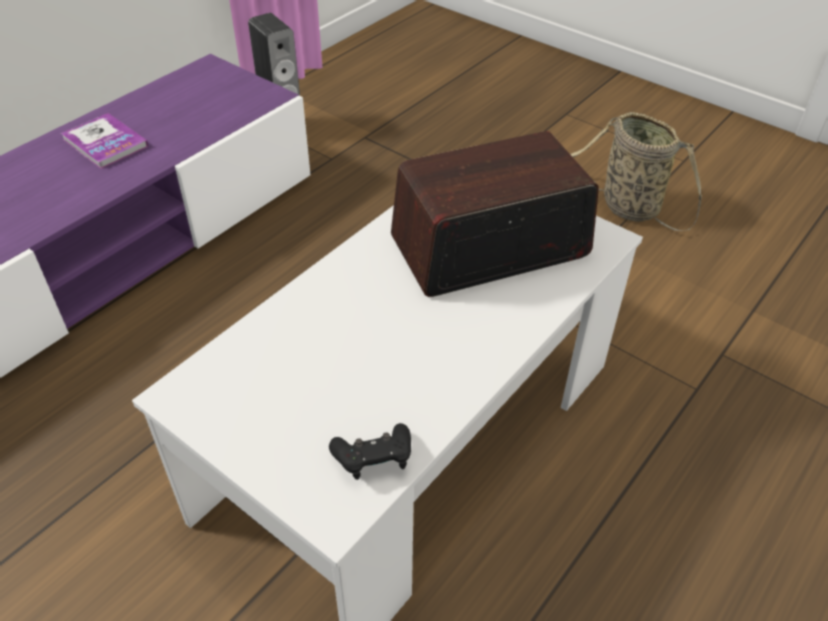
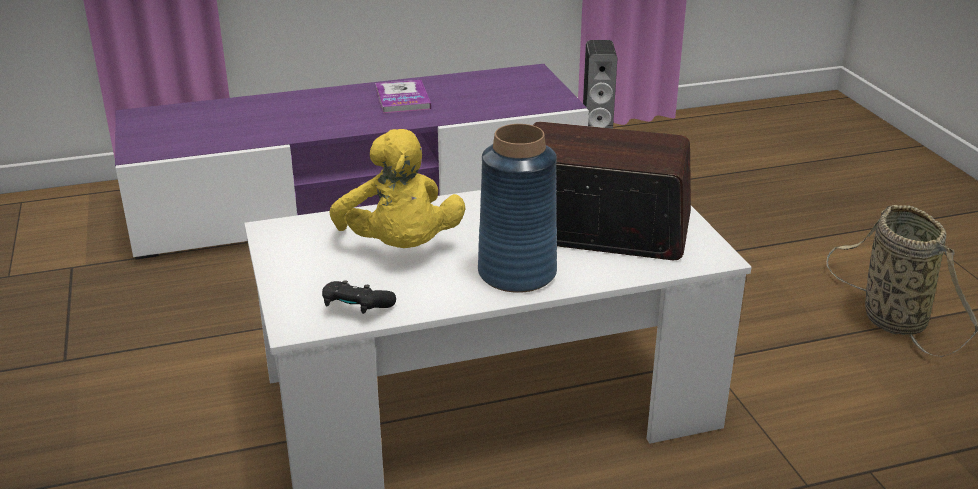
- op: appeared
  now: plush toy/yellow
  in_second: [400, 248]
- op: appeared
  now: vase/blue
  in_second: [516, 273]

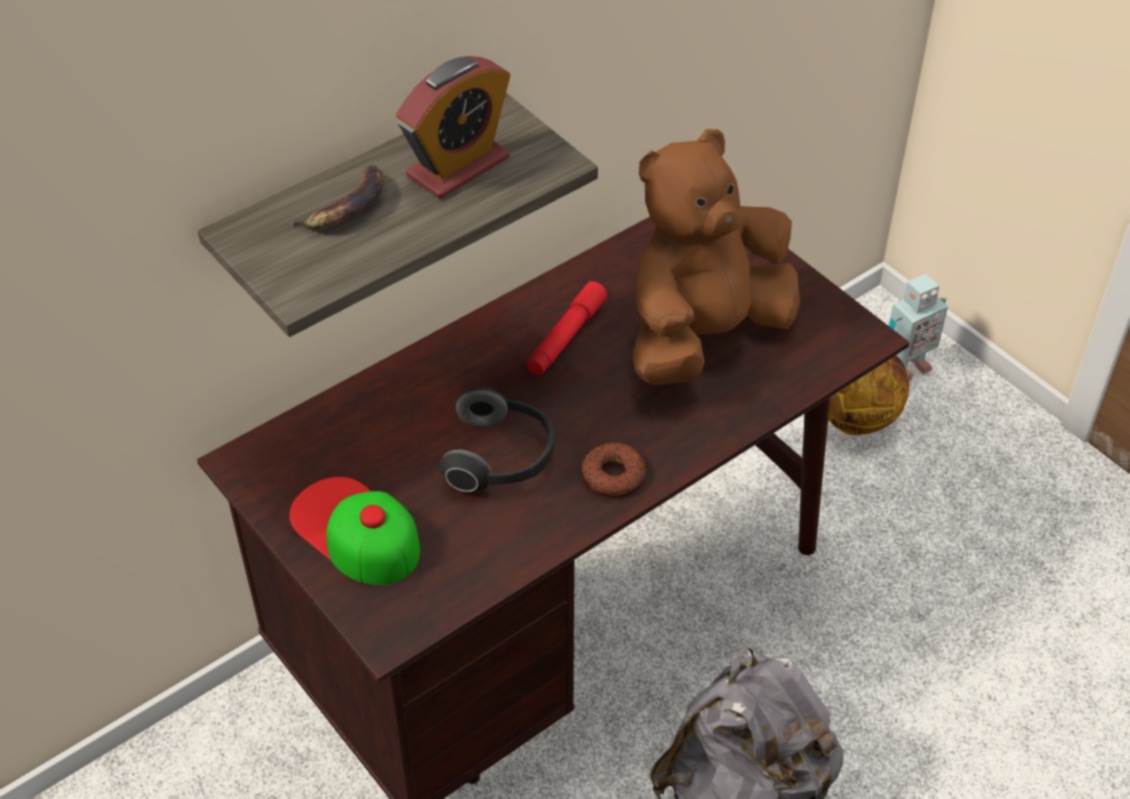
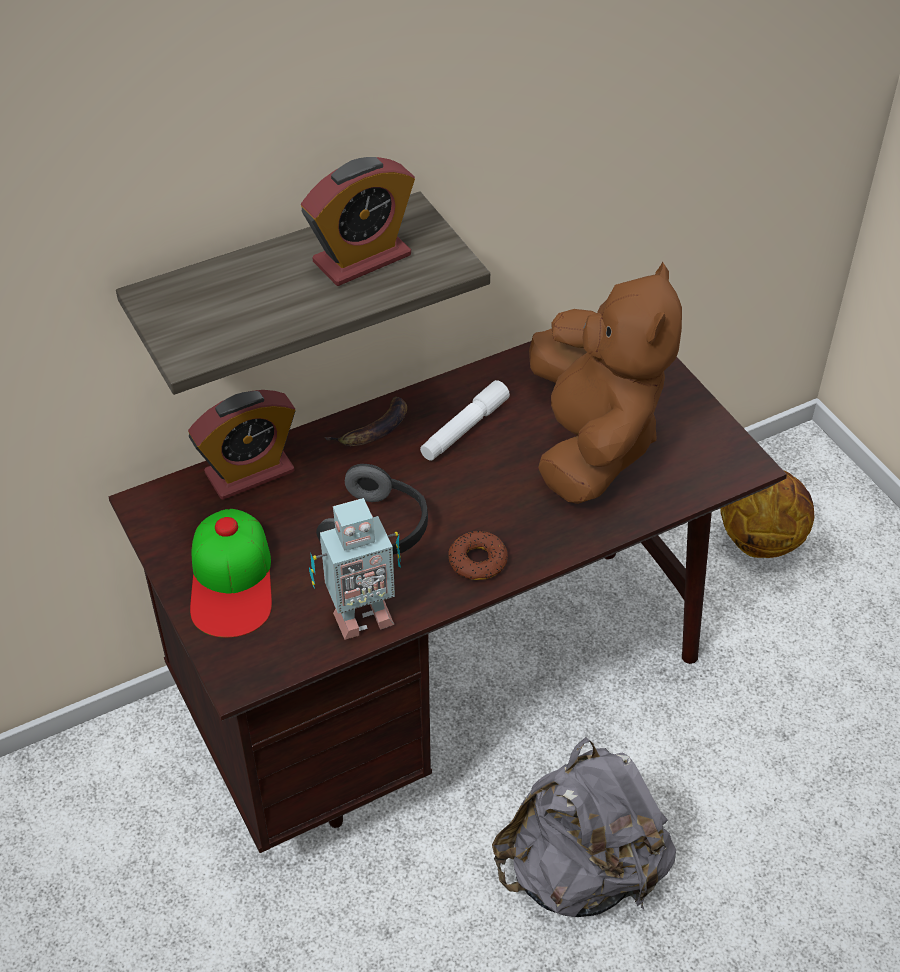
- op: appeared
  now: alarm clock
  in_second: [249, 472]
- op: spun
  was: cap
  in_first: [355, 531]
  in_second: [232, 580]
  clockwise: -150
- op: relocated
  was: toy robot
  in_first: [905, 367]
  in_second: [360, 616]
- op: relocated
  was: banana
  in_first: [346, 208]
  in_second: [374, 430]
- op: colour
  was: flashlight/red
  now: flashlight/white
  in_first: [566, 337]
  in_second: [464, 429]
- op: spun
  was: plush toy/brown
  in_first: [703, 335]
  in_second: [592, 443]
  clockwise: 120

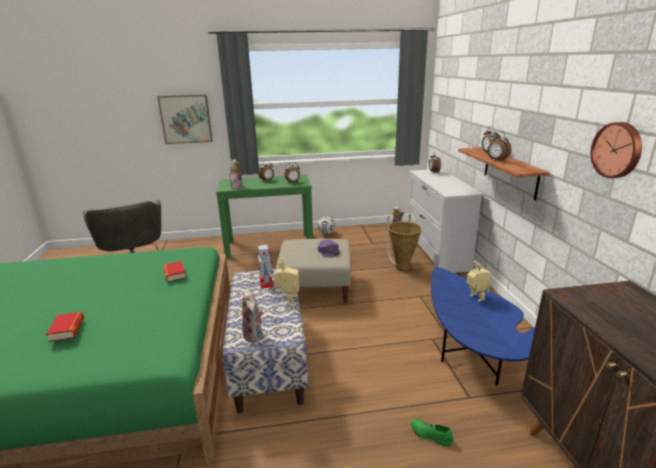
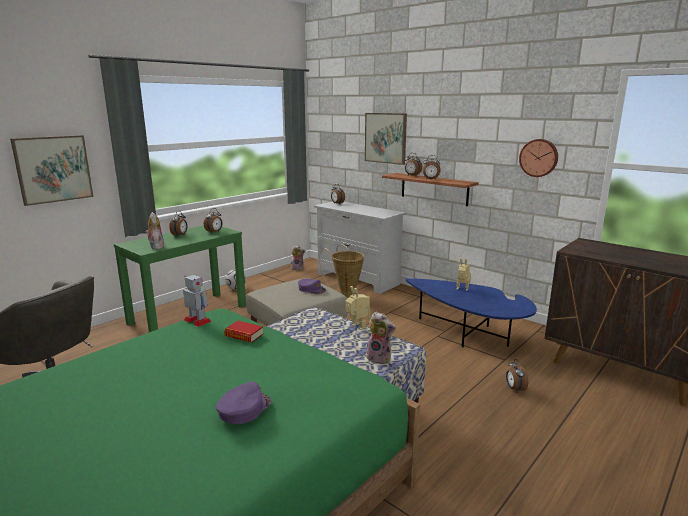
- op: relocated
  was: toy robot
  in_first: [266, 283]
  in_second: [197, 321]
- op: exchanged
  was: book
  now: cap/purple
  in_first: [67, 329]
  in_second: [244, 408]
- op: appeared
  now: picture
  in_second: [385, 138]
- op: exchanged
  was: shoe/green
  now: alarm clock
  in_first: [431, 435]
  in_second: [514, 389]

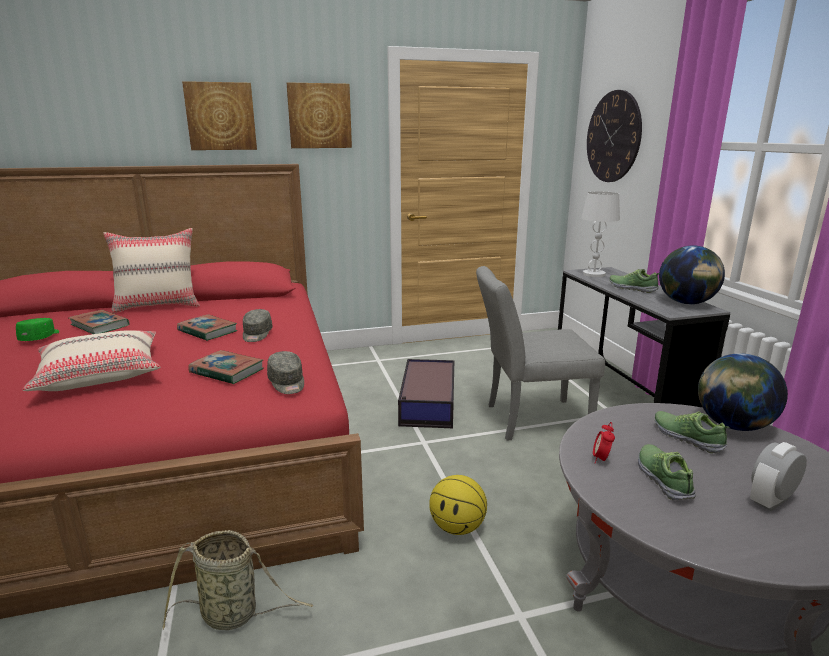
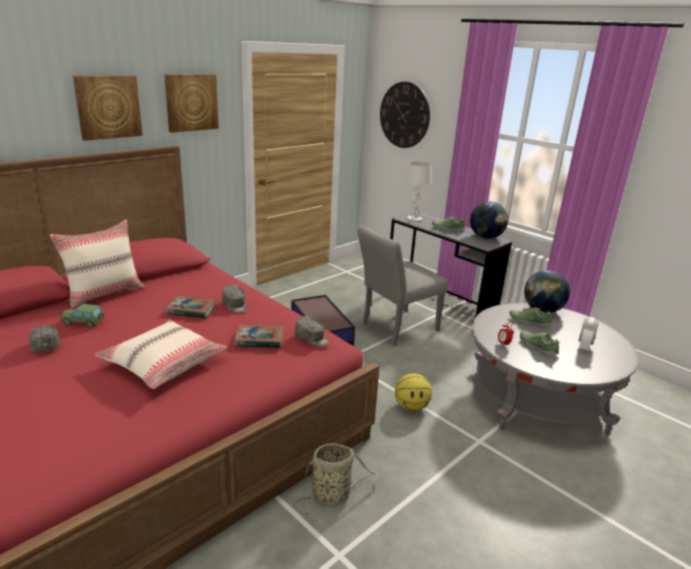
- op: colour
  was: cap/green
  now: cap/grey
  in_first: [40, 337]
  in_second: [45, 344]
- op: exchanged
  was: book
  now: toy car
  in_first: [100, 325]
  in_second: [83, 322]

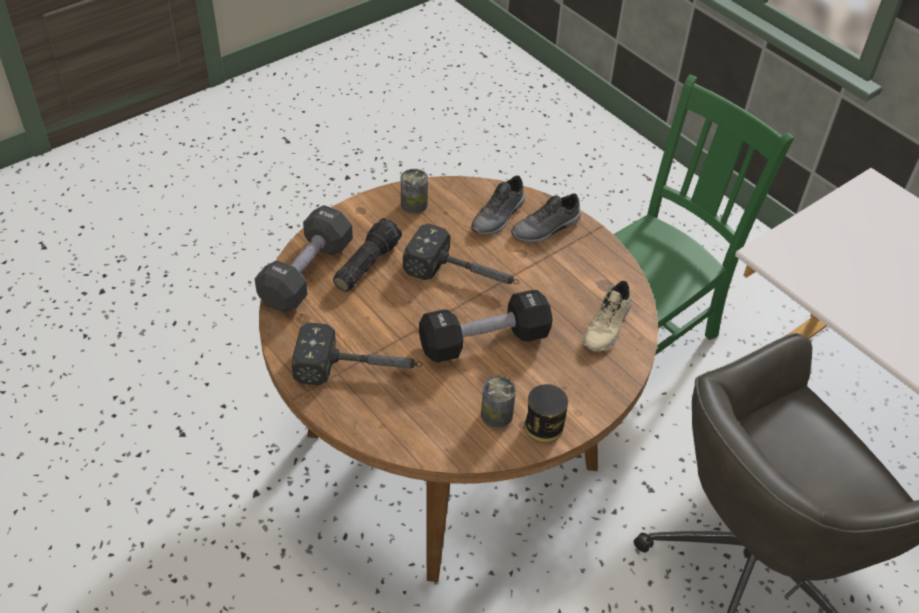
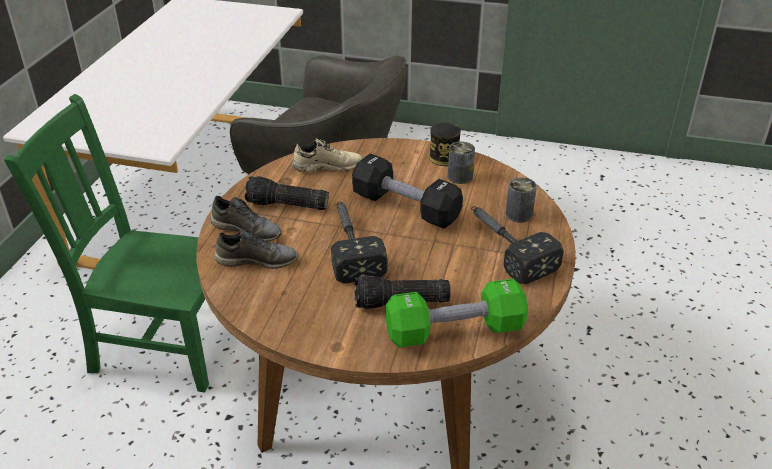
- op: appeared
  now: flashlight
  in_second: [286, 205]
- op: colour
  was: dumbbell/black
  now: dumbbell/green
  in_first: [306, 273]
  in_second: [454, 331]
- op: relocated
  was: can
  in_first: [414, 205]
  in_second: [519, 214]

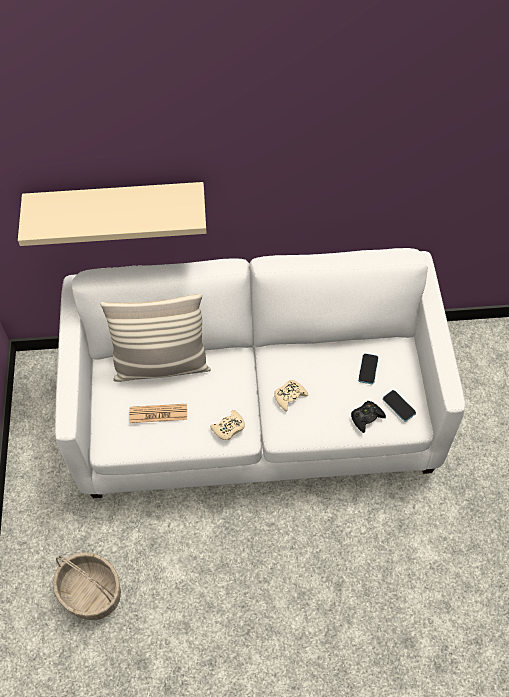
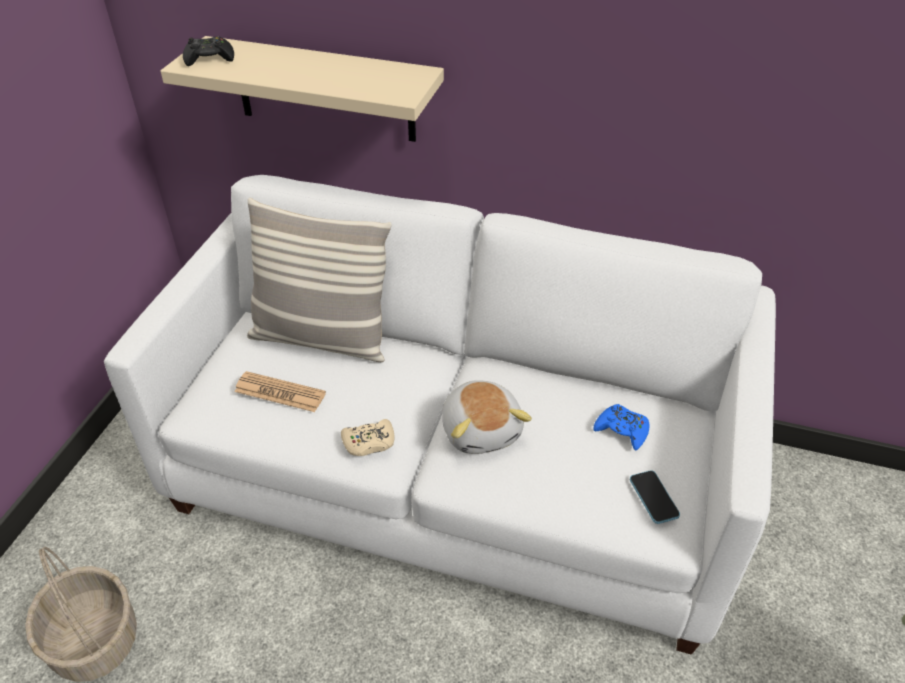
- op: relocated
  was: game controller/black
  in_first: [366, 417]
  in_second: [209, 58]
- op: exchanged
  was: game controller/beige
  now: plush toy
  in_first: [289, 396]
  in_second: [482, 430]
- op: exchanged
  was: phone
  now: game controller/blue
  in_first: [368, 369]
  in_second: [622, 430]

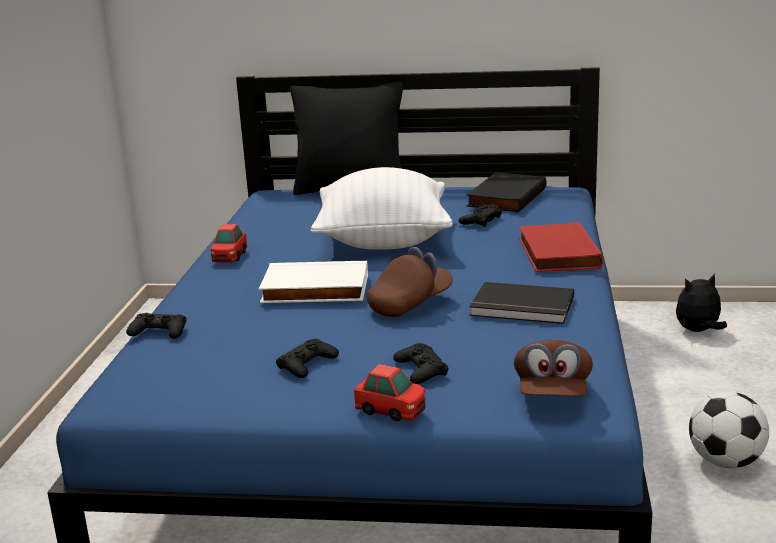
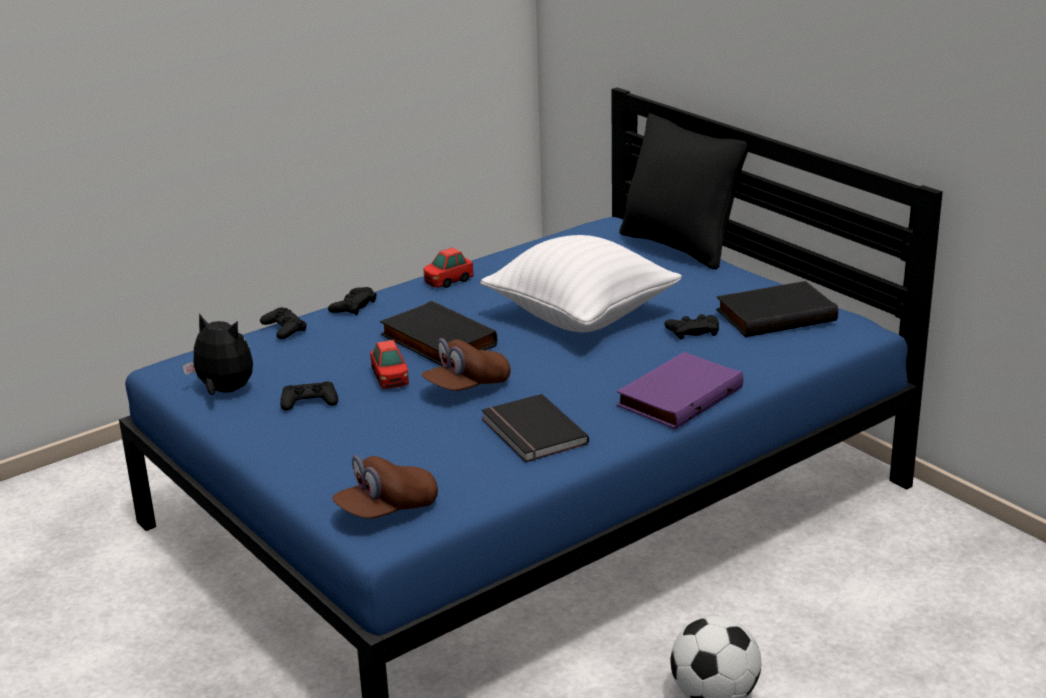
- op: relocated
  was: plush toy
  in_first: [698, 331]
  in_second: [224, 391]
- op: relocated
  was: game controller/black
  in_first: [420, 370]
  in_second: [353, 306]
- op: relocated
  was: toy car
  in_first: [391, 410]
  in_second: [390, 379]
- op: colour
  was: book/white
  now: book/black
  in_first: [314, 290]
  in_second: [435, 341]
- op: spun
  was: cap/brown
  in_first: [410, 304]
  in_second: [467, 387]
  clockwise: 135
- op: colour
  was: book/red
  now: book/purple
  in_first: [556, 253]
  in_second: [678, 396]

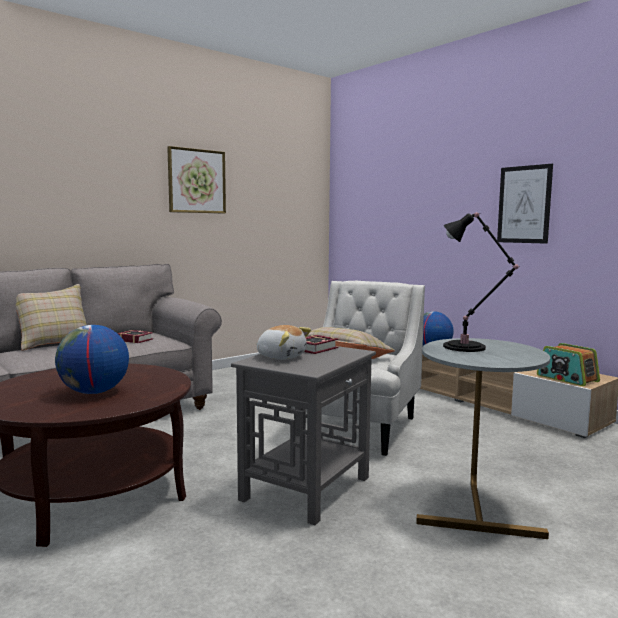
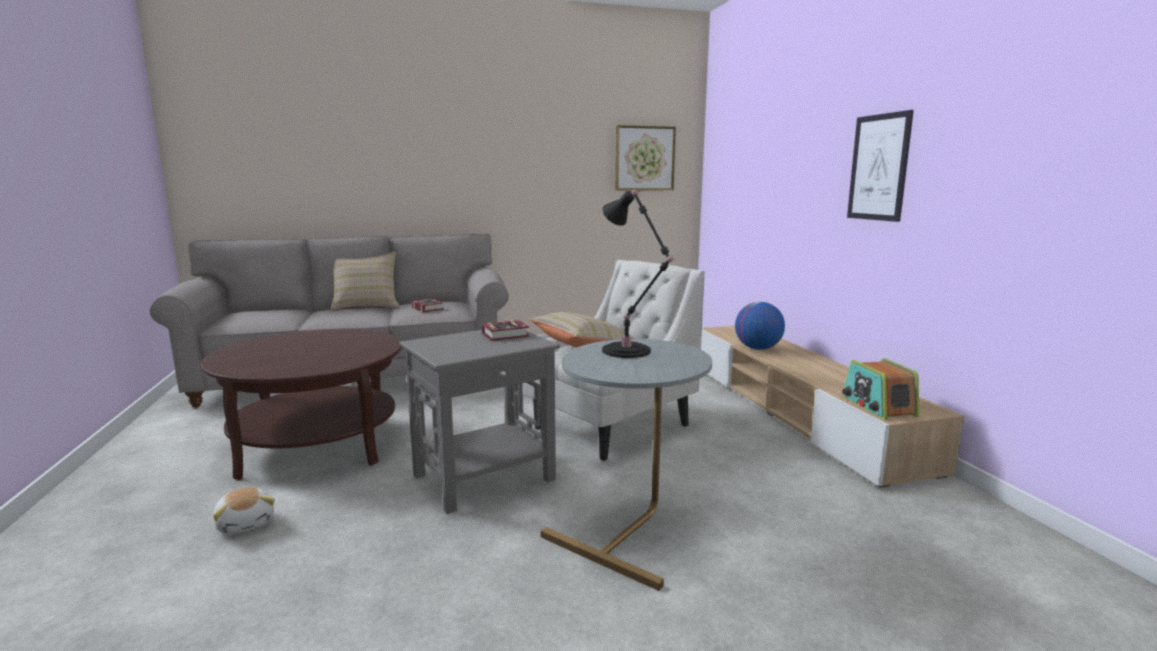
- op: relocated
  was: plush toy
  in_first: [281, 357]
  in_second: [246, 523]
- op: relocated
  was: picture
  in_first: [196, 181]
  in_second: [644, 158]
- op: missing
  was: globe
  in_first: [94, 392]

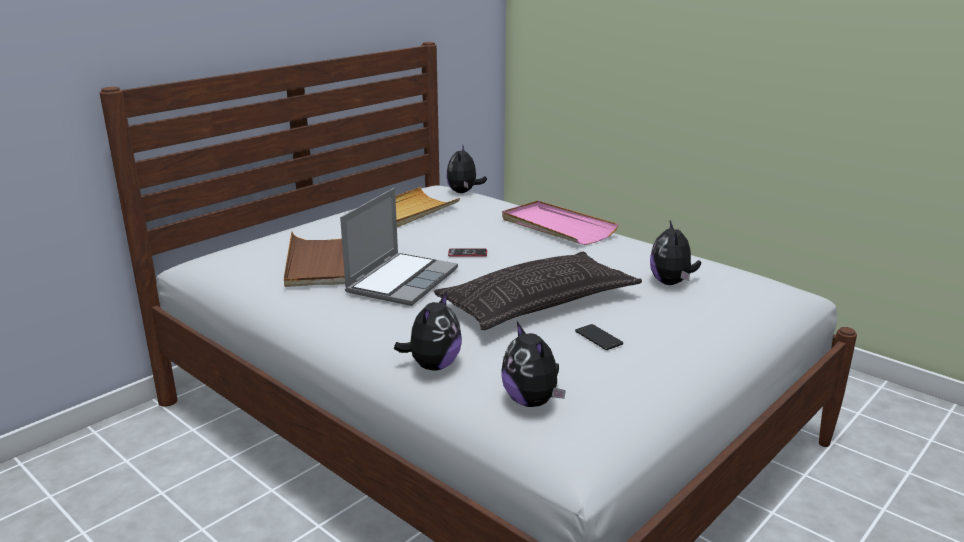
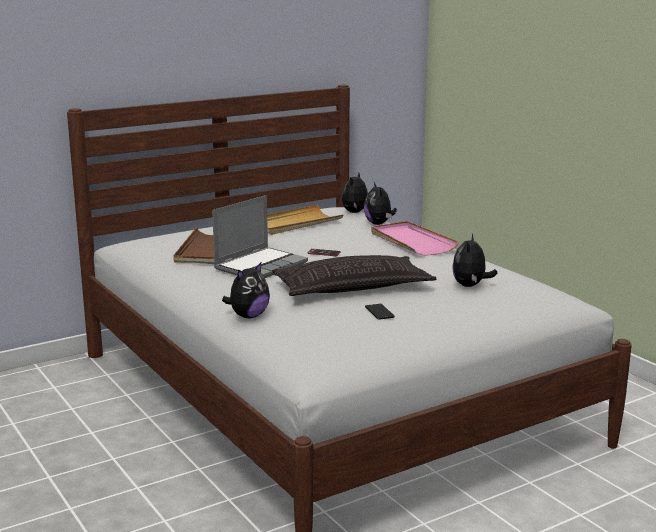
- op: relocated
  was: plush toy
  in_first: [532, 401]
  in_second: [379, 224]

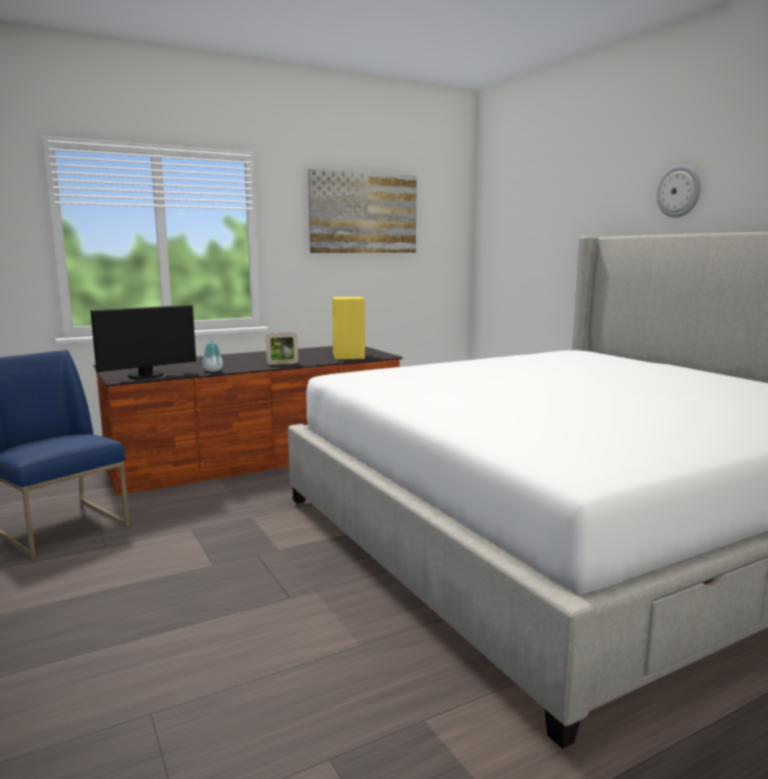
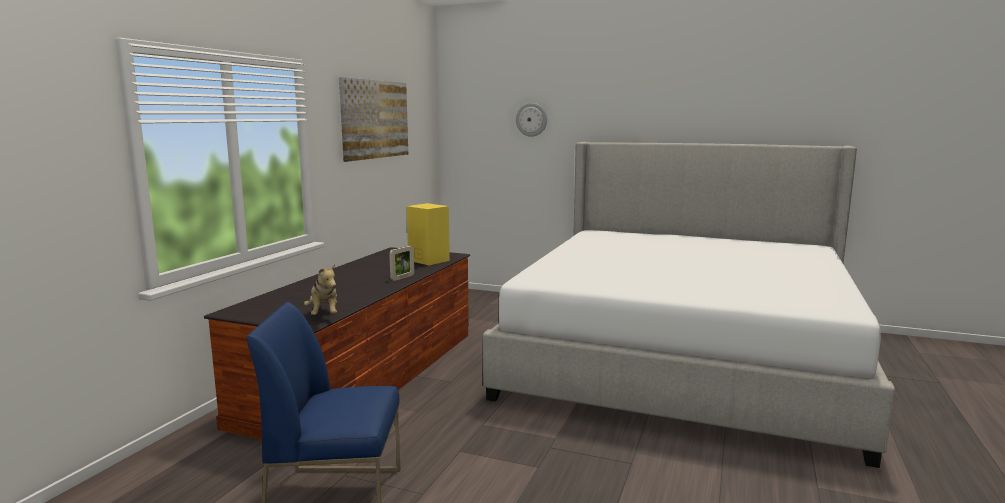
- op: exchanged
  was: monitor
  now: plush toy
  in_first: [147, 376]
  in_second: [324, 314]
- op: relocated
  was: wall clock
  in_first: [679, 191]
  in_second: [531, 119]
- op: missing
  was: vase
  in_first: [213, 370]

